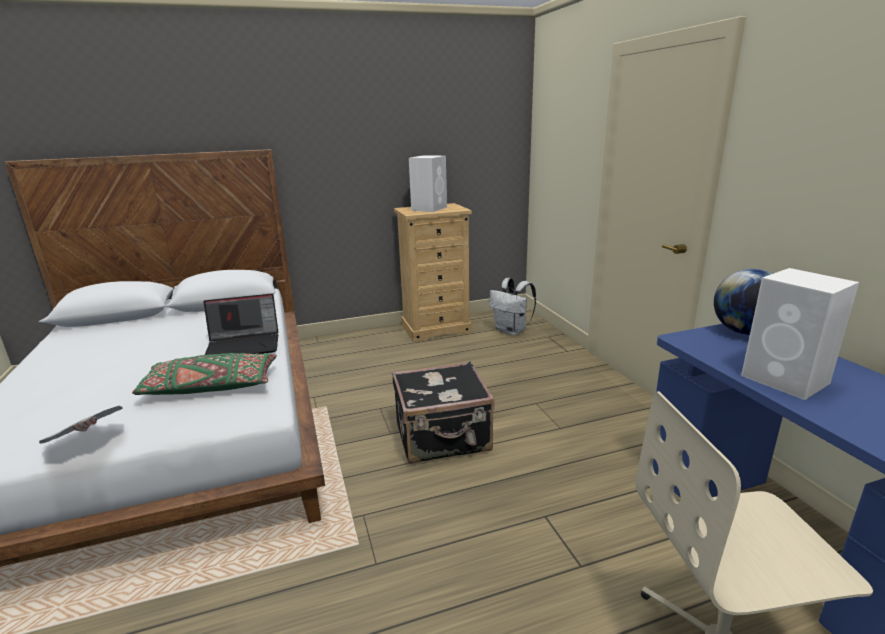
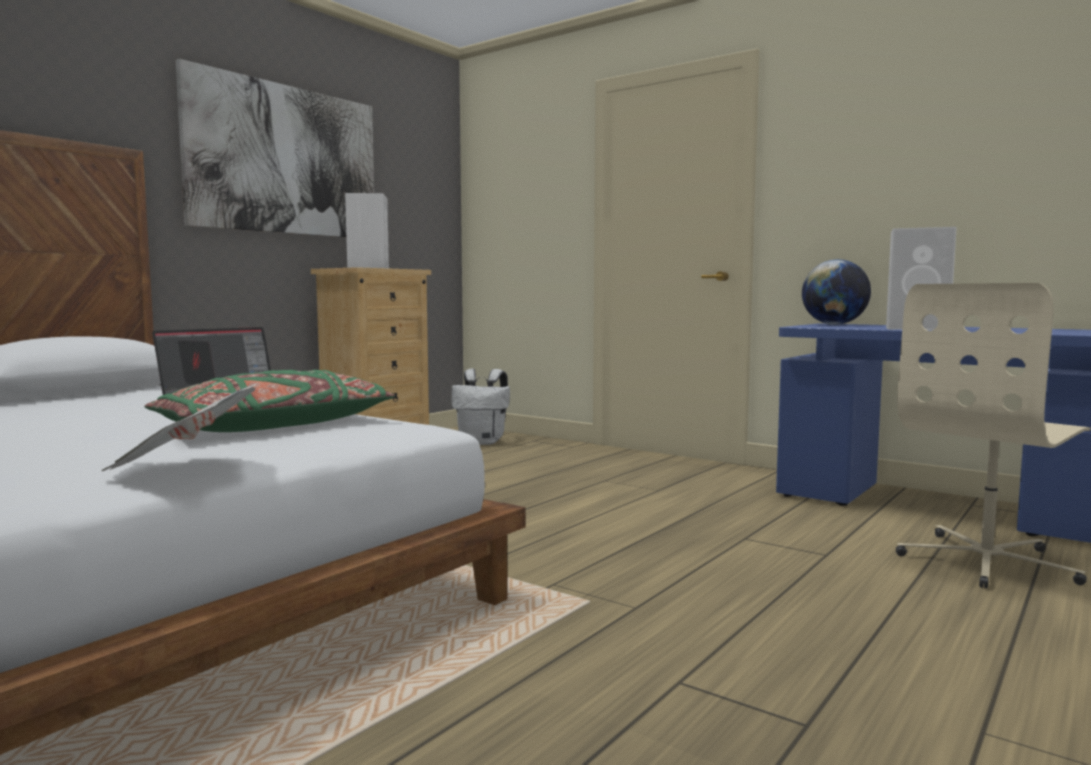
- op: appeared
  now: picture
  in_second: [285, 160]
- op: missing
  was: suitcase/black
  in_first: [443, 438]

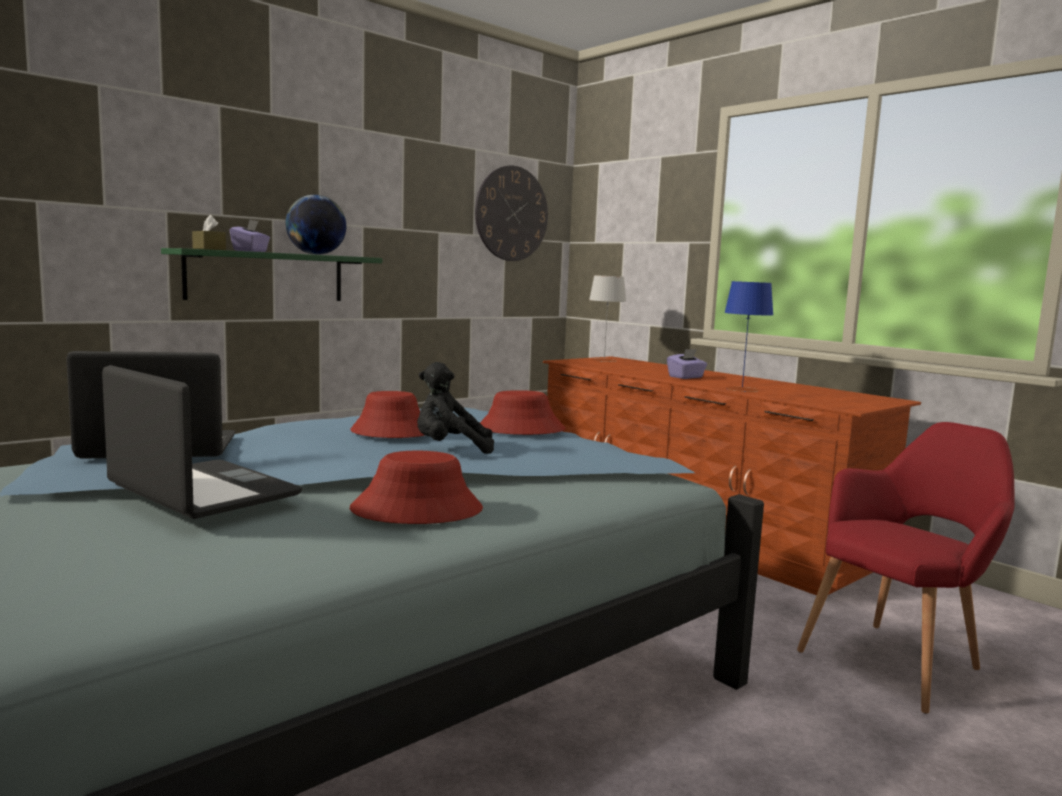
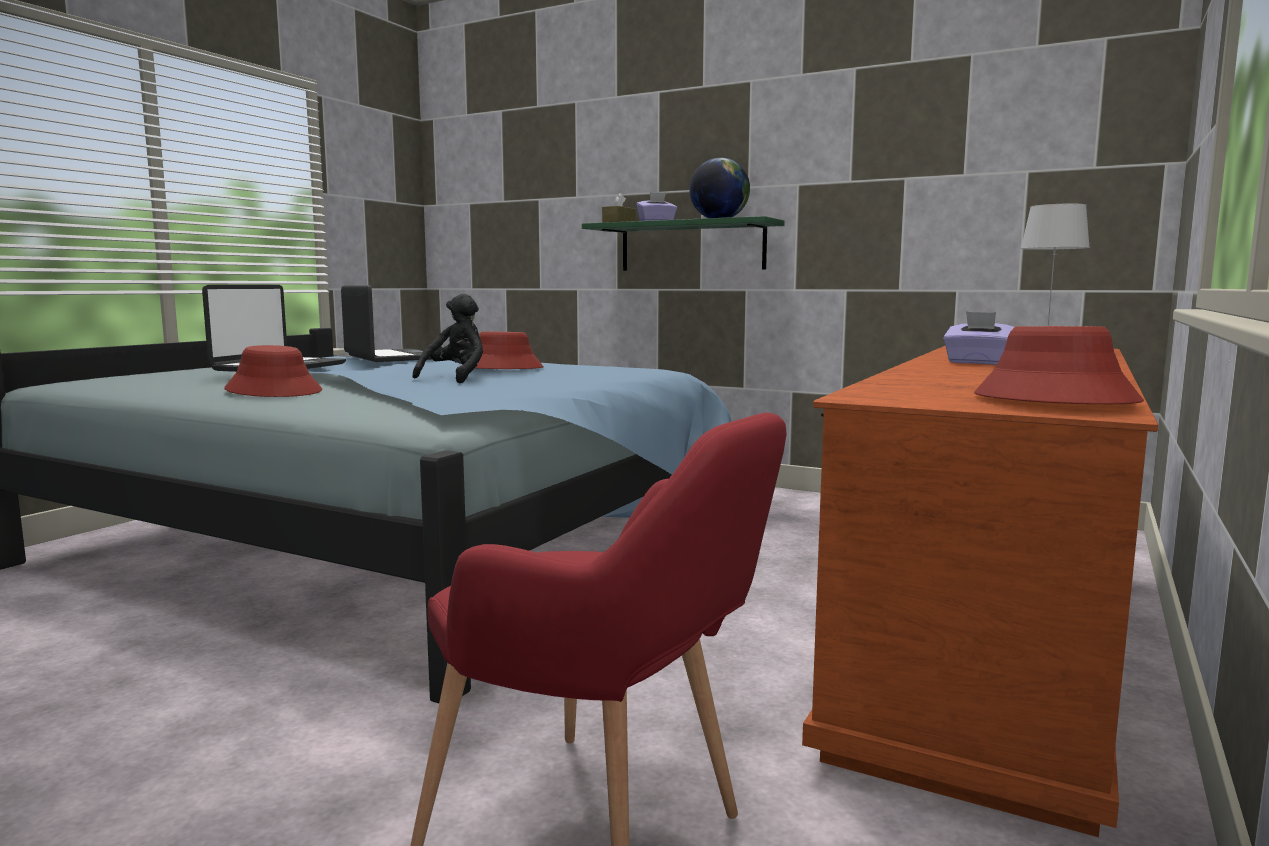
- op: spun
  was: plush toy/black
  in_first: [450, 449]
  in_second: [456, 378]
  clockwise: 45
- op: relocated
  was: hat/red
  in_first: [520, 429]
  in_second: [1052, 400]
- op: missing
  was: wall clock
  in_first: [511, 214]
- op: missing
  was: table lamp/blue
  in_first: [742, 389]

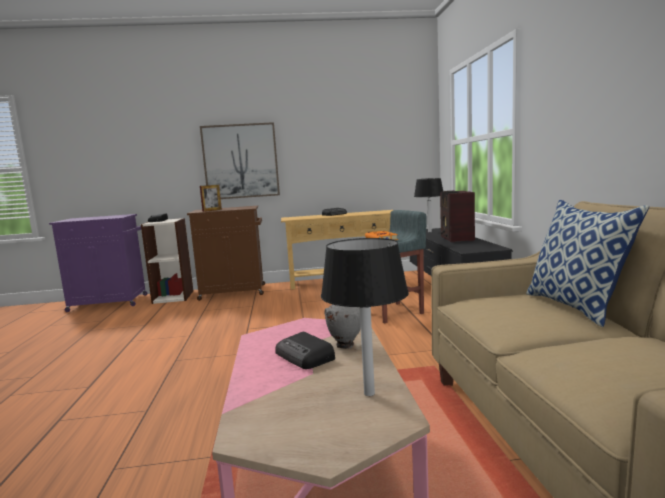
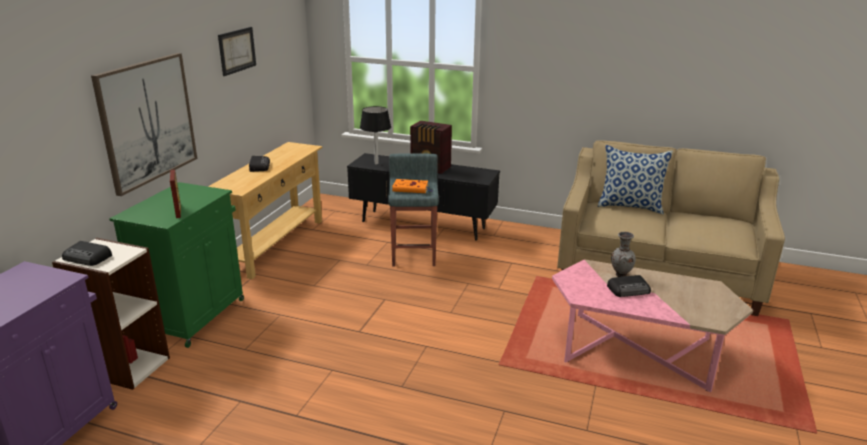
- op: colour
  was: cabinet/brown
  now: cabinet/green
  in_first: [234, 292]
  in_second: [194, 315]
- op: appeared
  now: picture
  in_second: [237, 50]
- op: missing
  was: table lamp/black
  in_first: [369, 393]

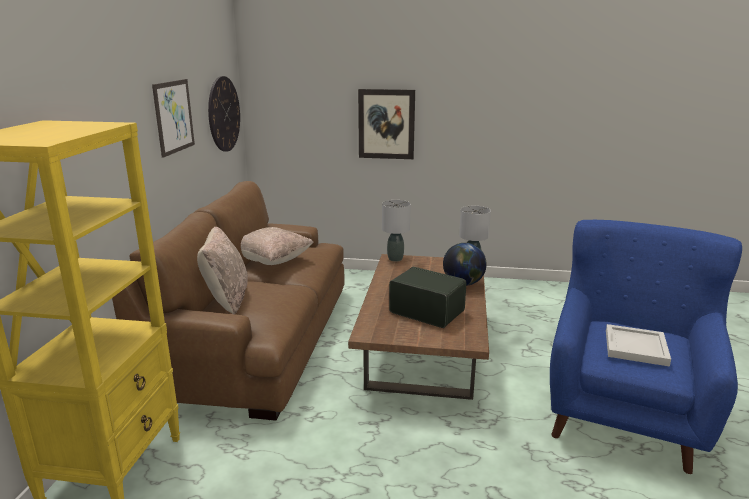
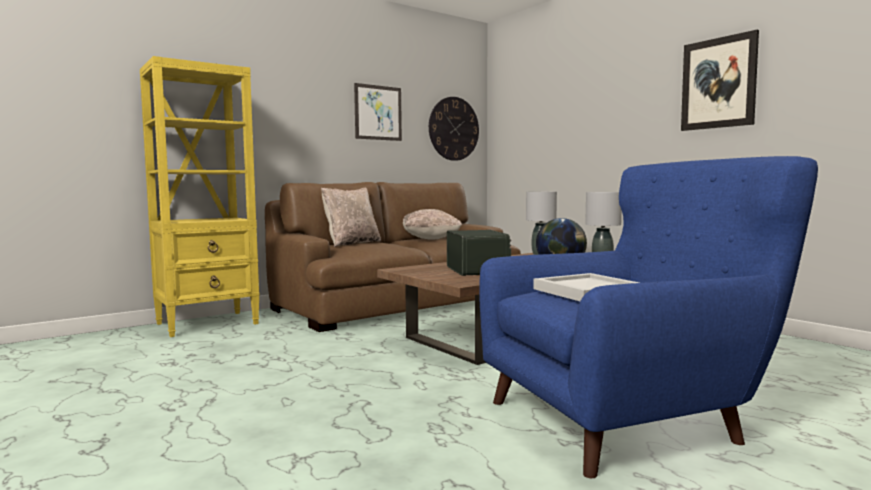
- op: relocated
  was: picture
  in_first: [386, 124]
  in_second: [718, 83]

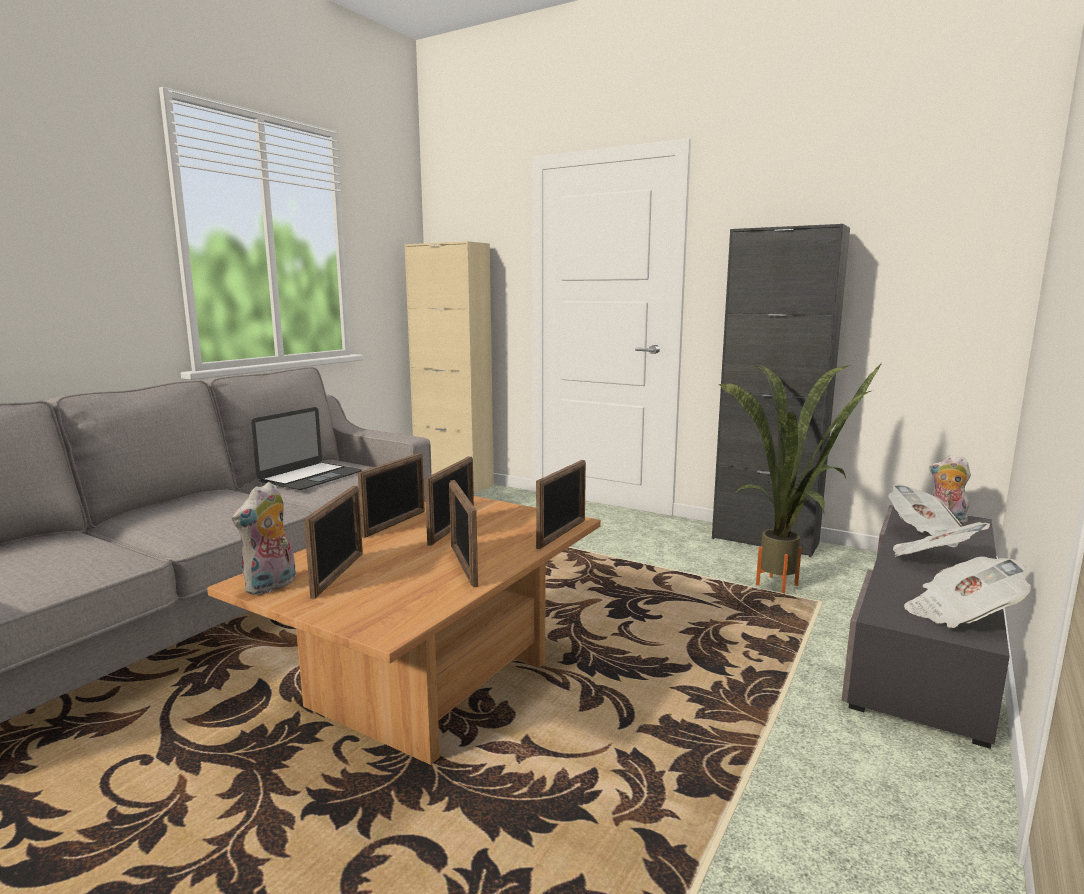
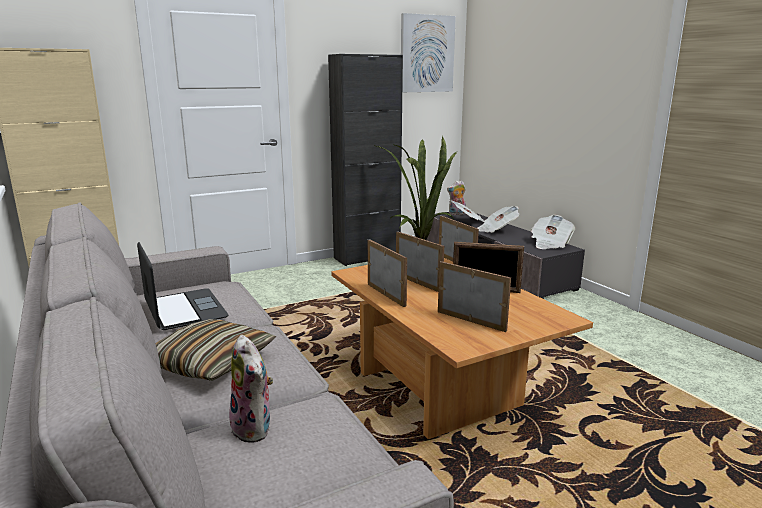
- op: appeared
  now: pillow
  in_second: [210, 362]
- op: relocated
  was: plush toy
  in_first: [271, 586]
  in_second: [255, 429]
- op: appeared
  now: picture
  in_second: [426, 54]

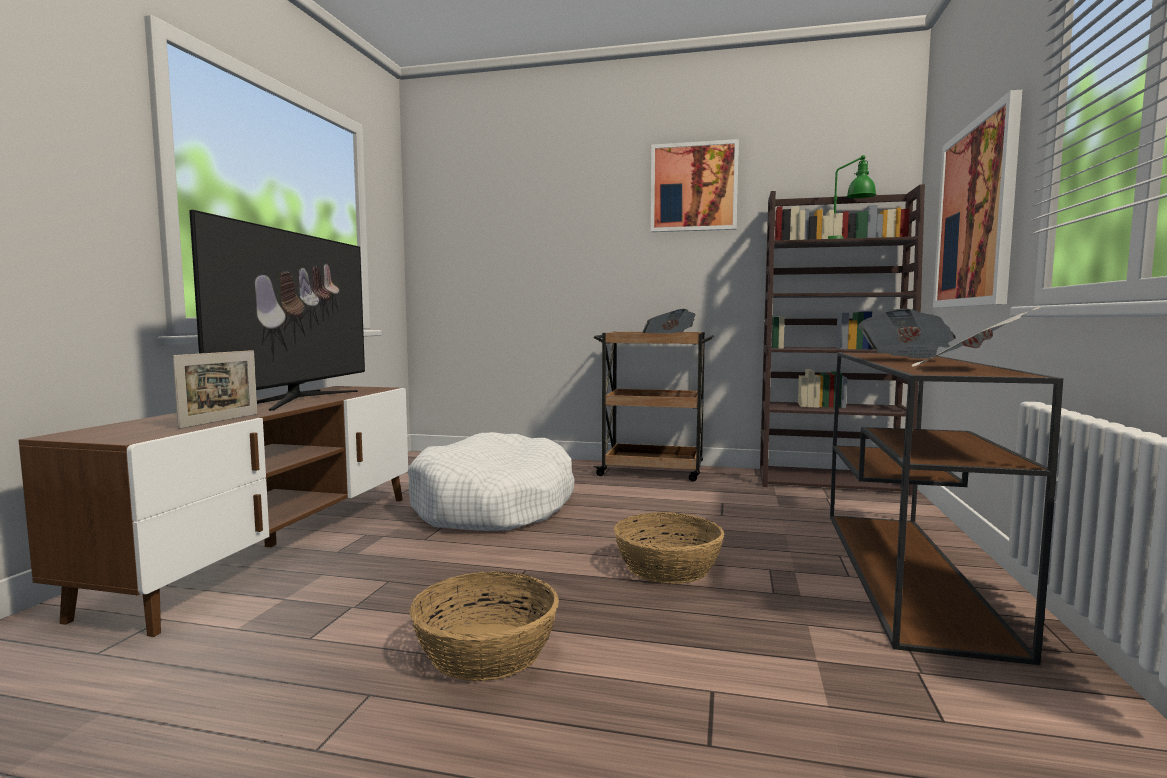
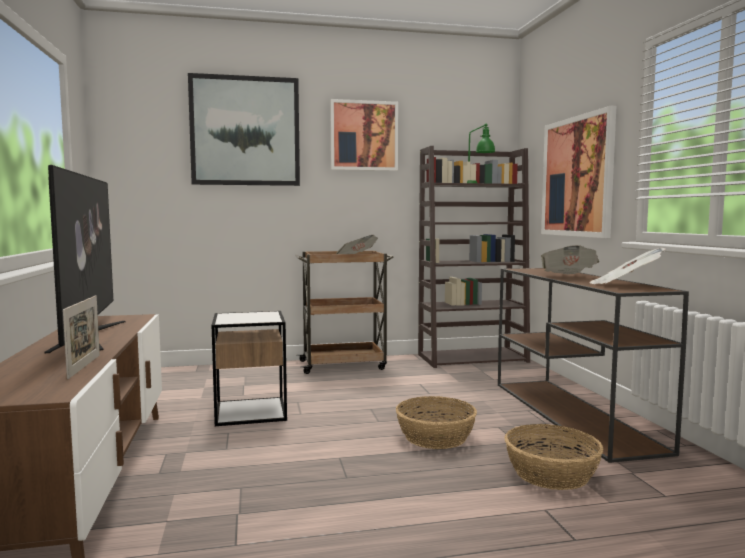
- op: appeared
  now: picture
  in_second: [245, 131]
- op: exchanged
  was: dog bed/white
  now: side table
  in_first: [494, 506]
  in_second: [250, 411]
- op: relocated
  was: basket
  in_first: [485, 651]
  in_second: [551, 474]

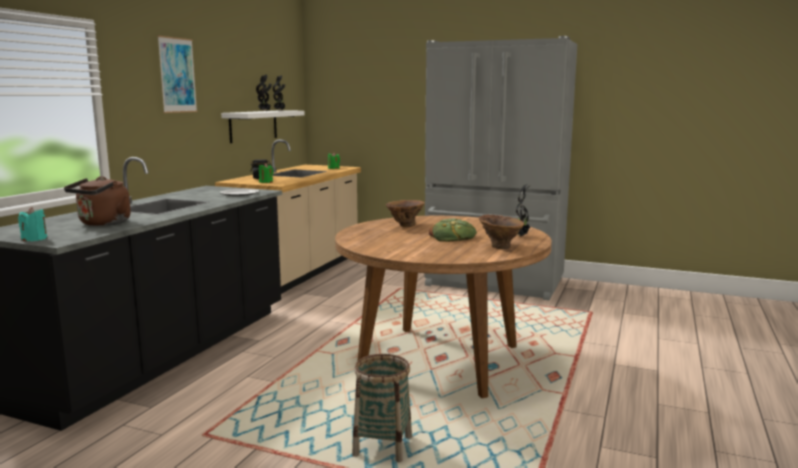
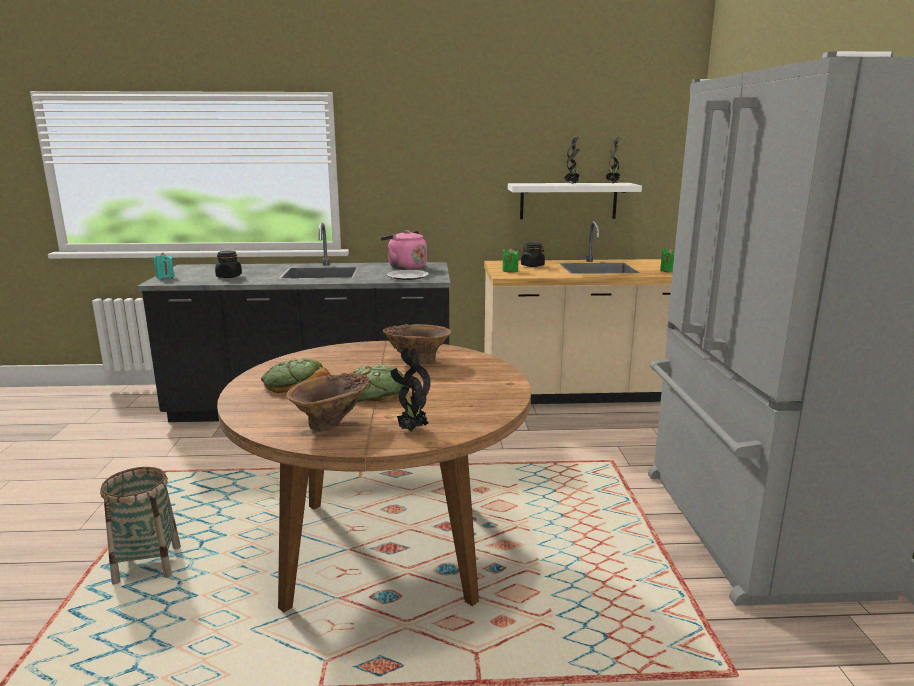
- op: exchanged
  was: kettle/brown
  now: jar/black
  in_first: [103, 224]
  in_second: [229, 276]
- op: appeared
  now: bread
  in_second: [295, 383]
- op: appeared
  now: kettle/pink
  in_second: [405, 267]
- op: missing
  was: picture
  in_first: [177, 75]

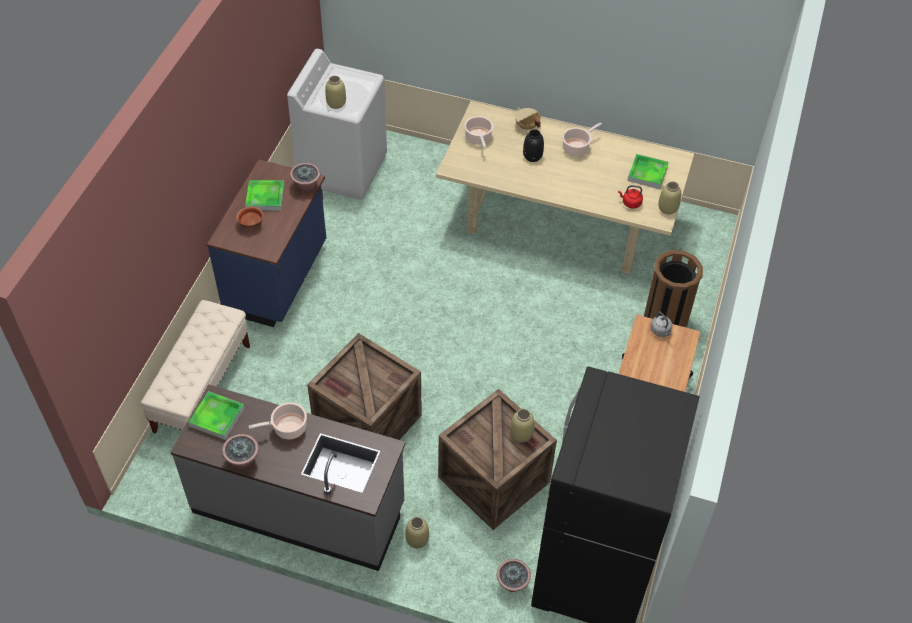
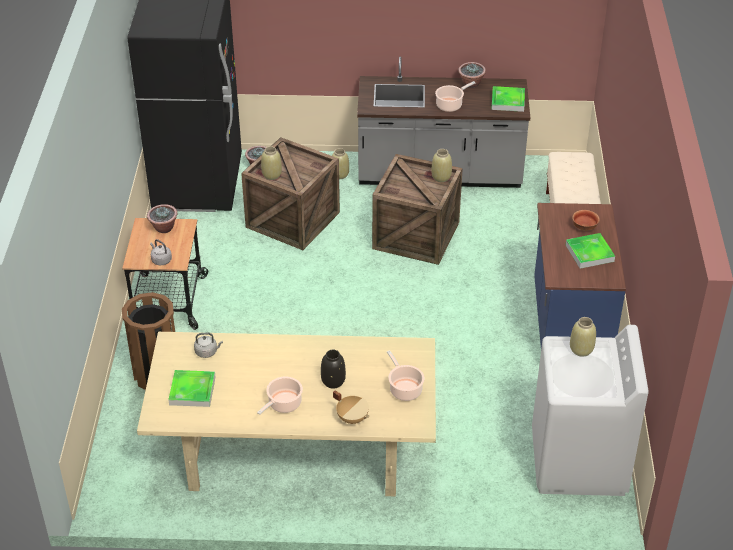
- op: relocated
  was: potted plant
  in_first: [306, 186]
  in_second: [163, 228]
- op: colour
  was: kettle/red
  now: kettle/grey
  in_first: [630, 203]
  in_second: [207, 352]
- op: relocated
  was: vase/beige
  in_first: [667, 208]
  in_second: [441, 177]

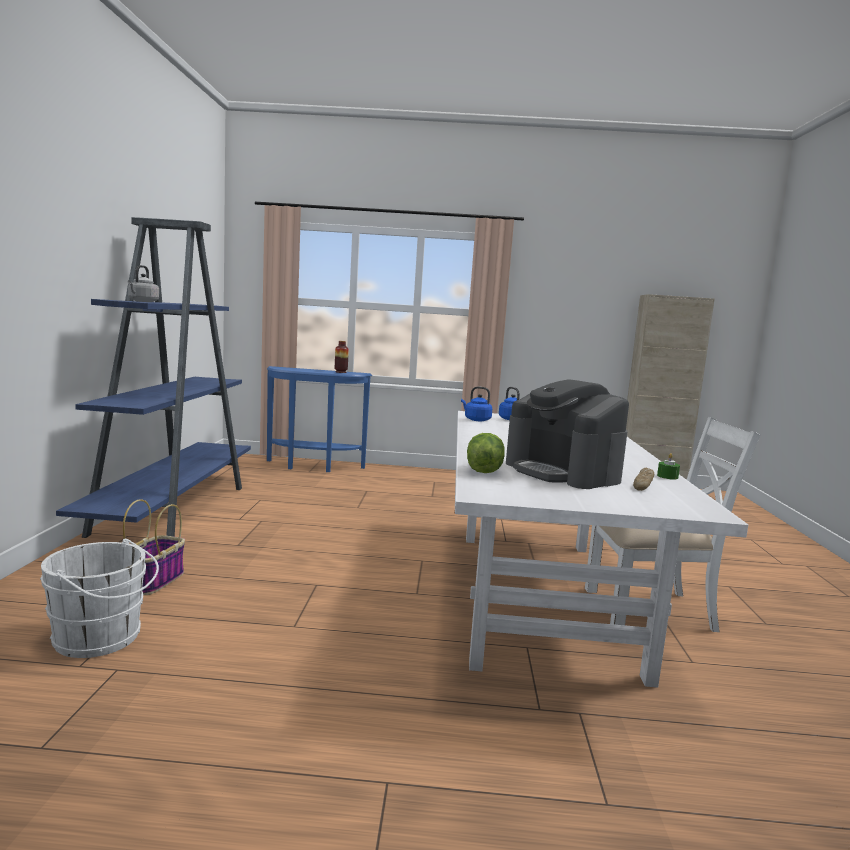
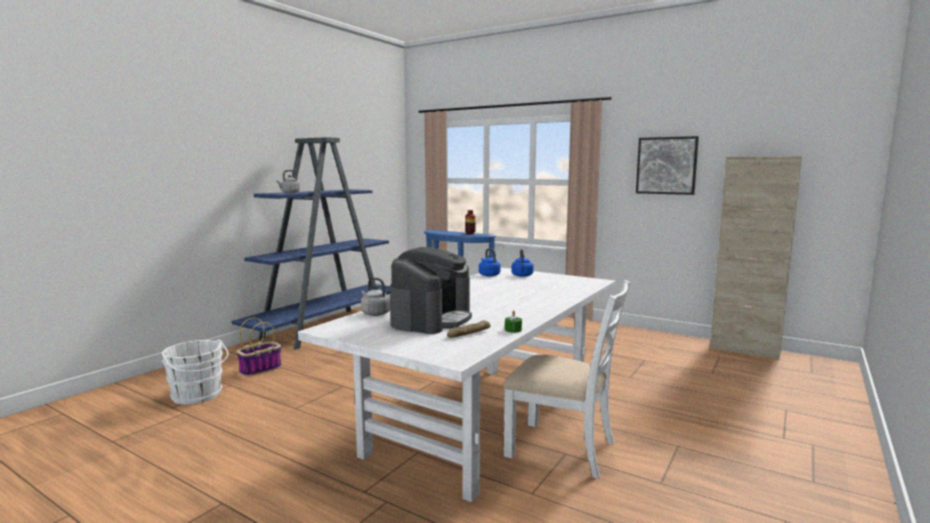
- op: exchanged
  was: lettuce
  now: kettle/grey
  in_first: [483, 470]
  in_second: [375, 313]
- op: spun
  was: coffee machine
  in_first: [563, 472]
  in_second: [432, 319]
  clockwise: -150
- op: appeared
  now: picture
  in_second: [666, 165]

